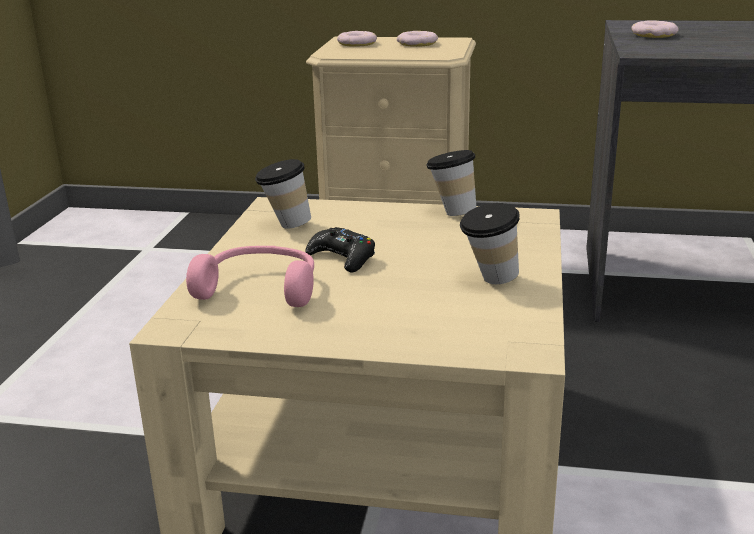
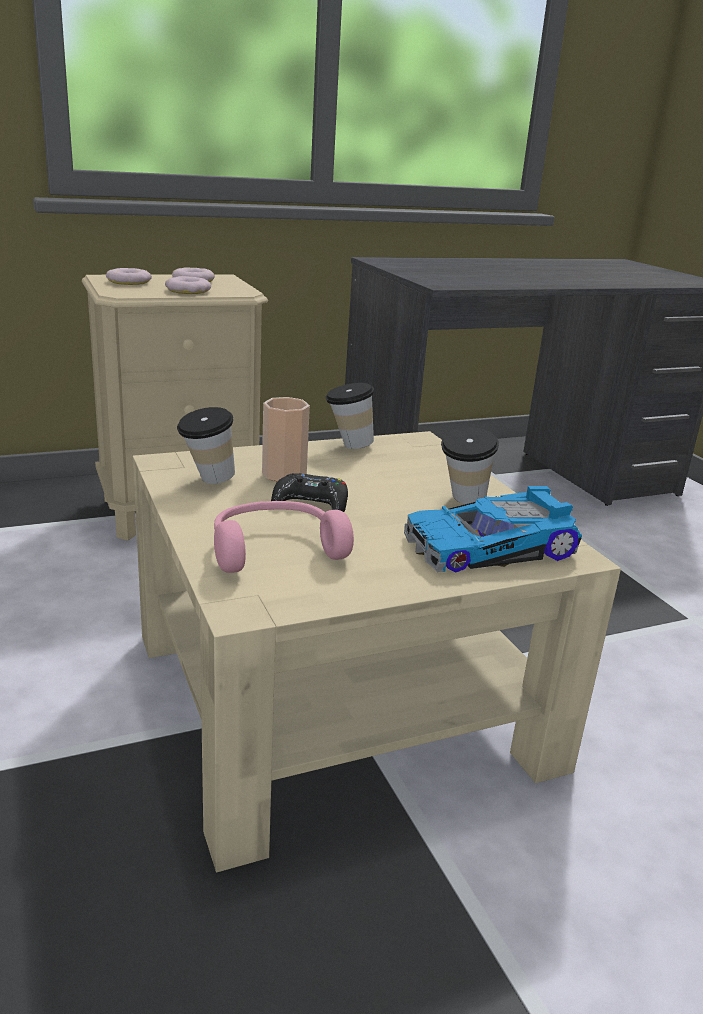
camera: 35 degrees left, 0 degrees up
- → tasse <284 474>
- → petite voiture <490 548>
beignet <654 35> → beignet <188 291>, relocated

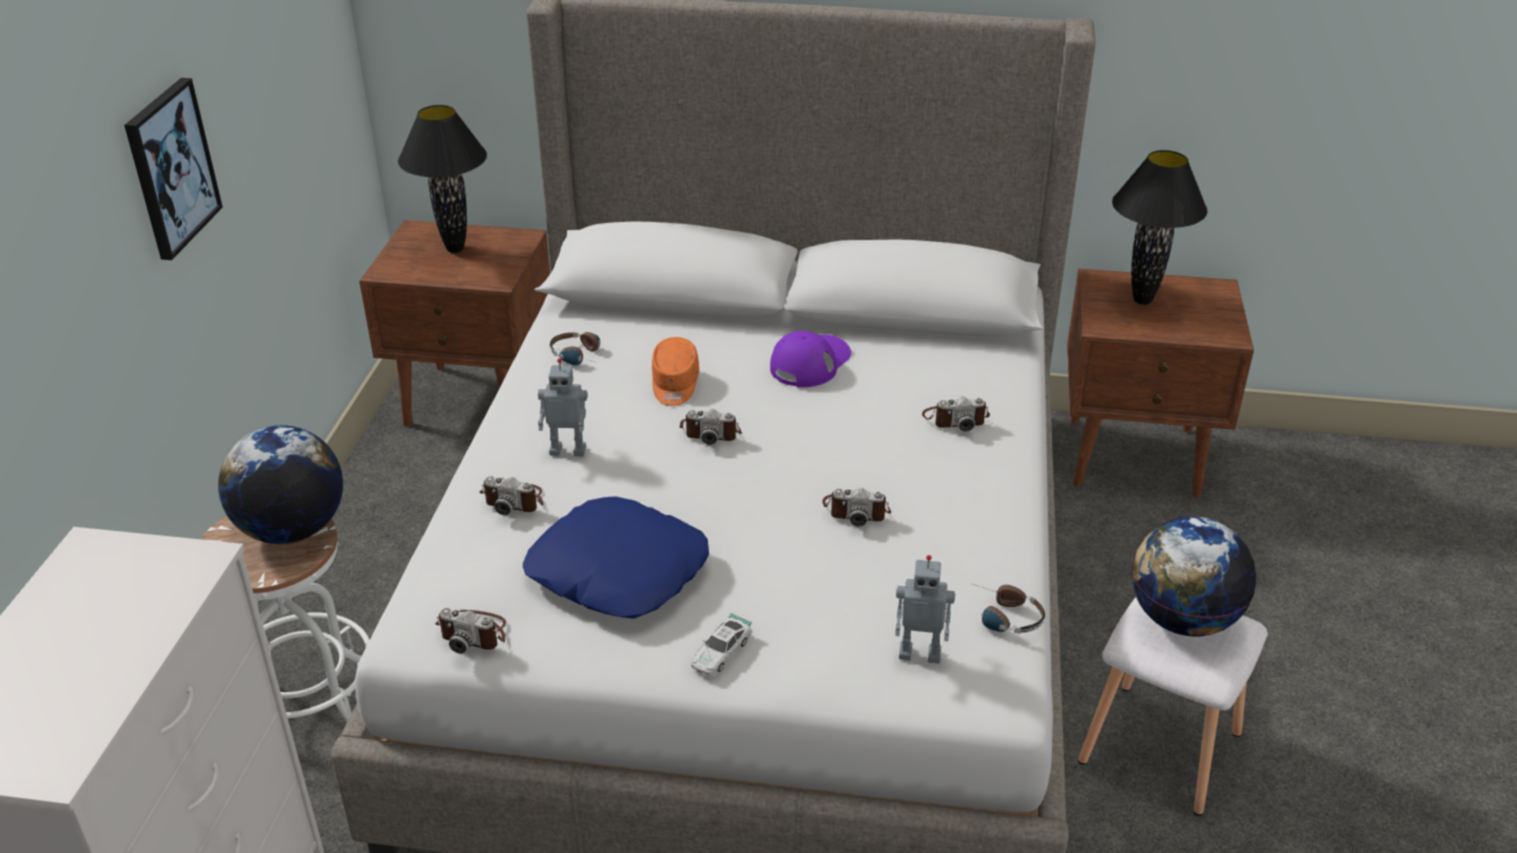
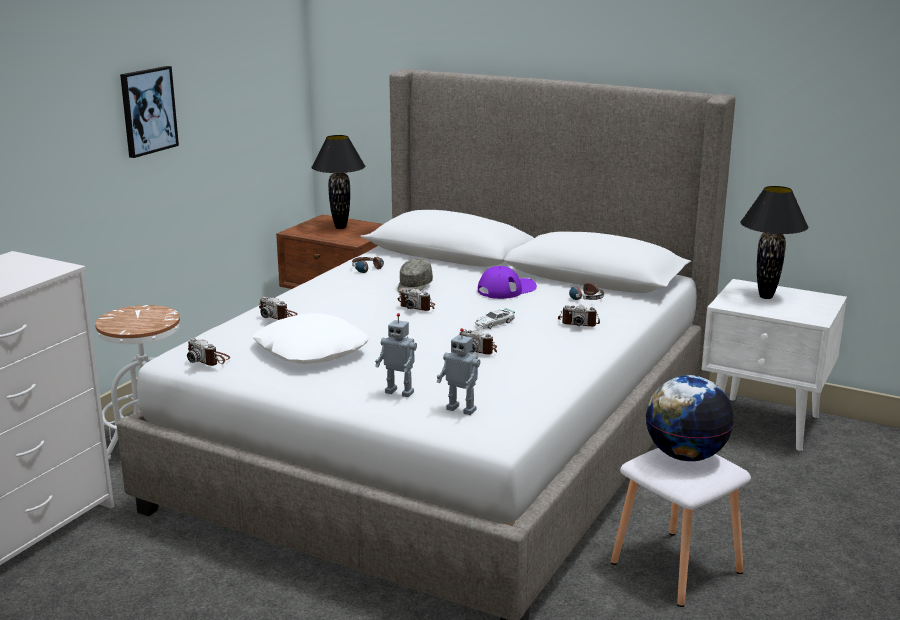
camera: 20 degrees right, 15 degrees down
globe <292 530> → -
robot jouet <568 450> → robot jouet <400 392>, relocated
petite voiture <721 652> → petite voiture <494 323>, relocated
casque audio <1001 616> → casque audio <583 297>, relocated
coussin [bleu] <617 572> → coussin [blanc] <310 350>
casquette [orange] <675 384> → casquette [gris] <413 286>
table de chevet [marron] <1136 458> → table de chevet [blanc] <765 423>

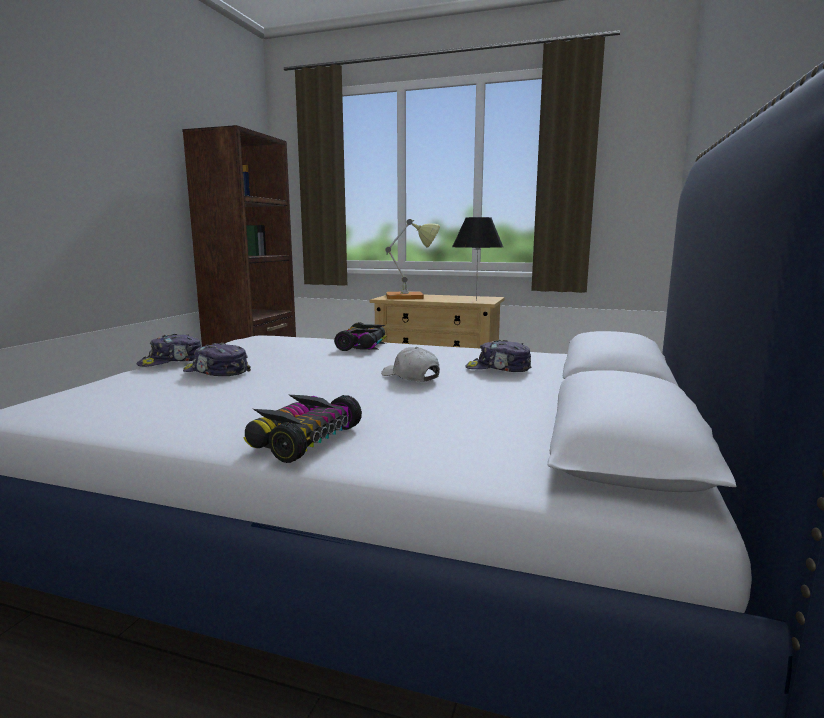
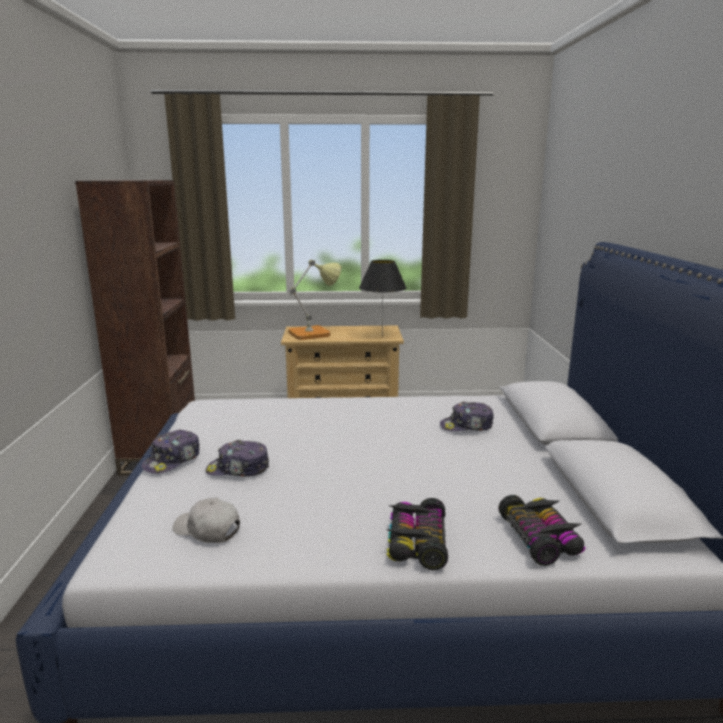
camera: 20 degrees left, 5 degrees up
petite voiture <363 345> → petite voiture <541 538>, relocated
casquette [blanc] <410 377> → casquette [blanc] <207 530>, relocated

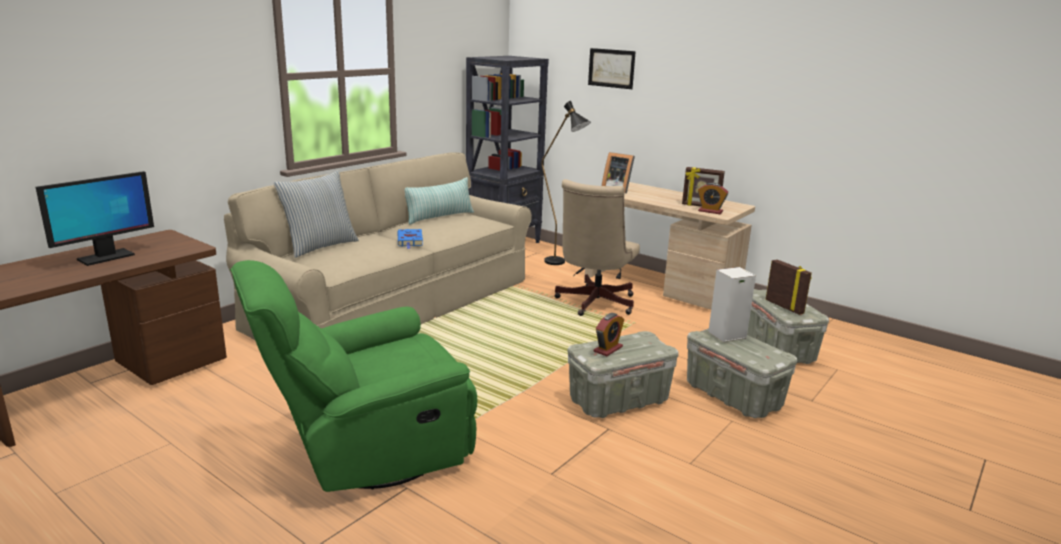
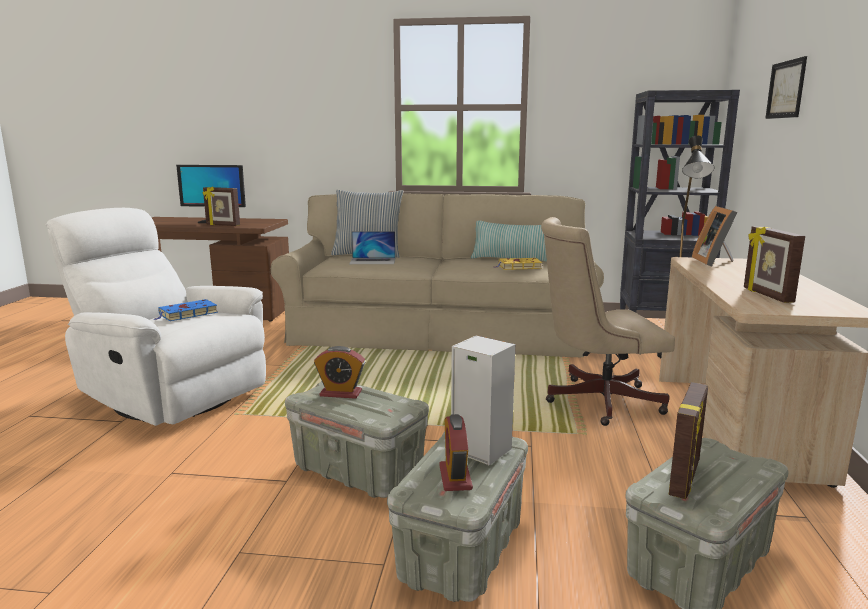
camera: 60 degrees right, 5 degrees down
- → cadre photo <222 225>
- → ordinateur portable <373 261>
- → livre [jaune] <518 267>
livre [bleu] <410 241> → livre [bleu] <187 314>, relocated
réveil <710 211> → réveil <455 477>, relocated
fauteuil [vert] <366 452> → fauteuil [blanc] <169 394>

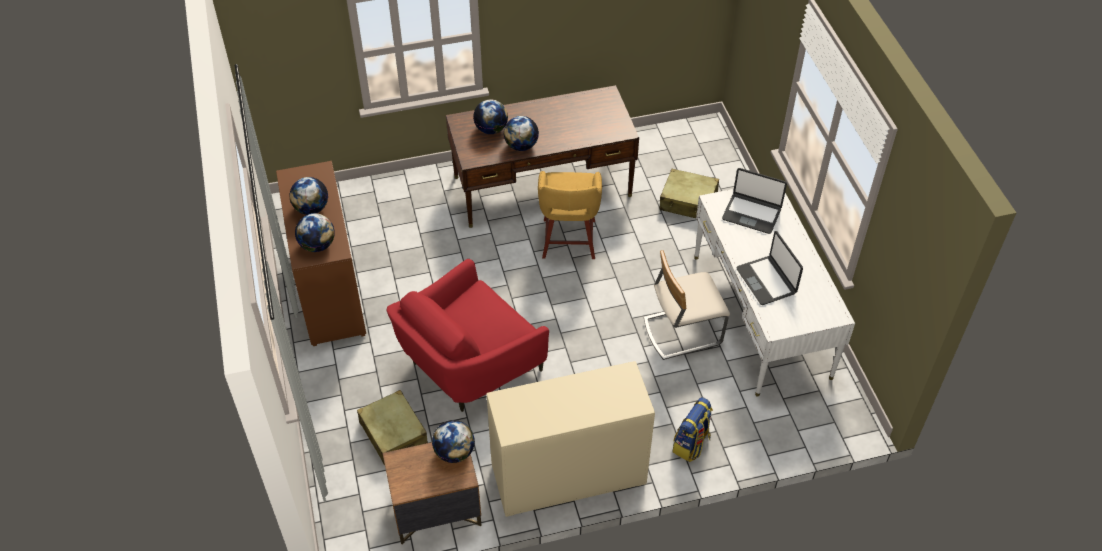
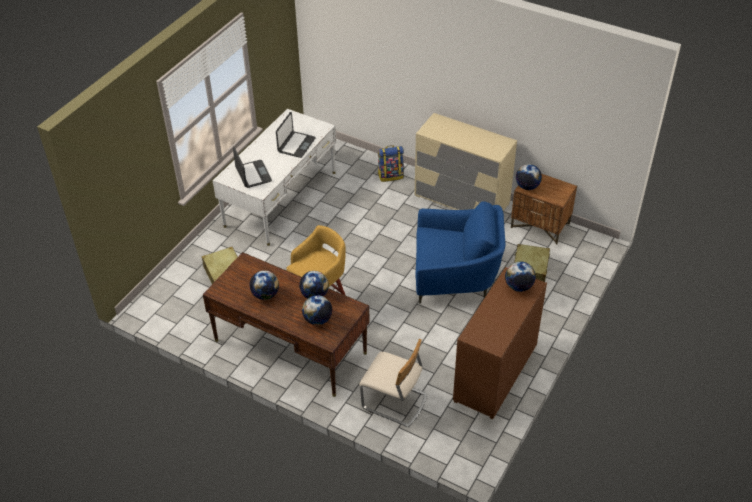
camera: 135 degrees left, 5 degrees down
globe <311 209> → globe <265 295>, relocated
chaise [beige] <682 331> → chaise [beige] <394 402>, relocated
fauteuil [rouge] <469 365> → fauteuil [bleu] <455 276>

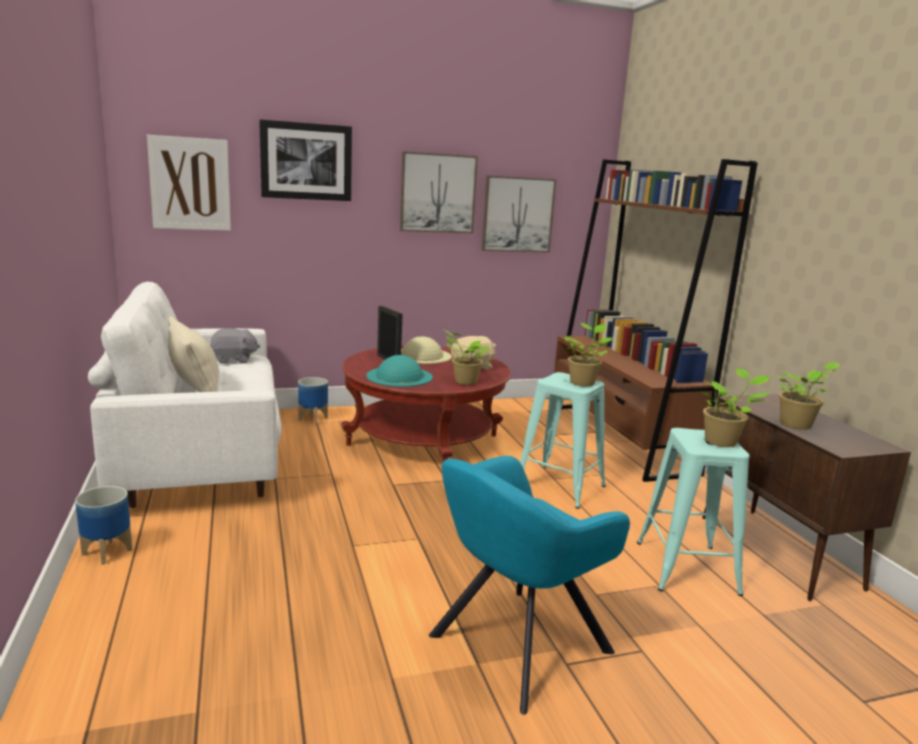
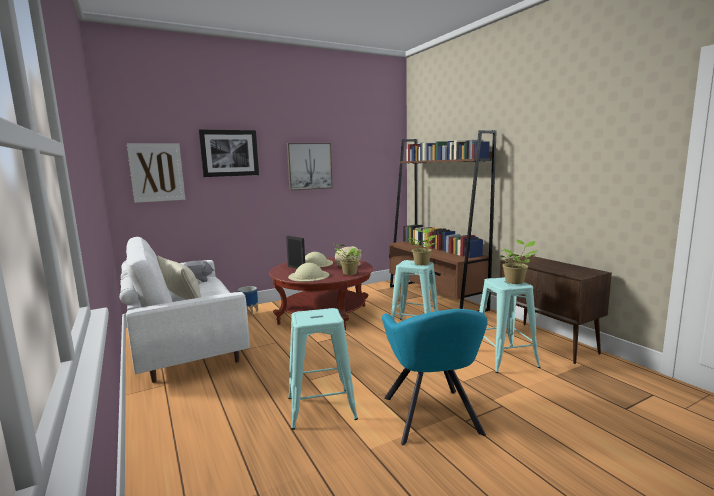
camera: 10 degrees left, 5 degrees down
cache-pot <107 552> → -
tableau <517 214> → -
plante en pot <797 425> → -
- → tabouret [turquoise] <321 408>
chapeau [turquoise] <399 376> → chapeau [beige] <308 276>
fauteuil [turquoise] <515 647> → fauteuil [turquoise] <432 417>, 45 degrees counterclockwise

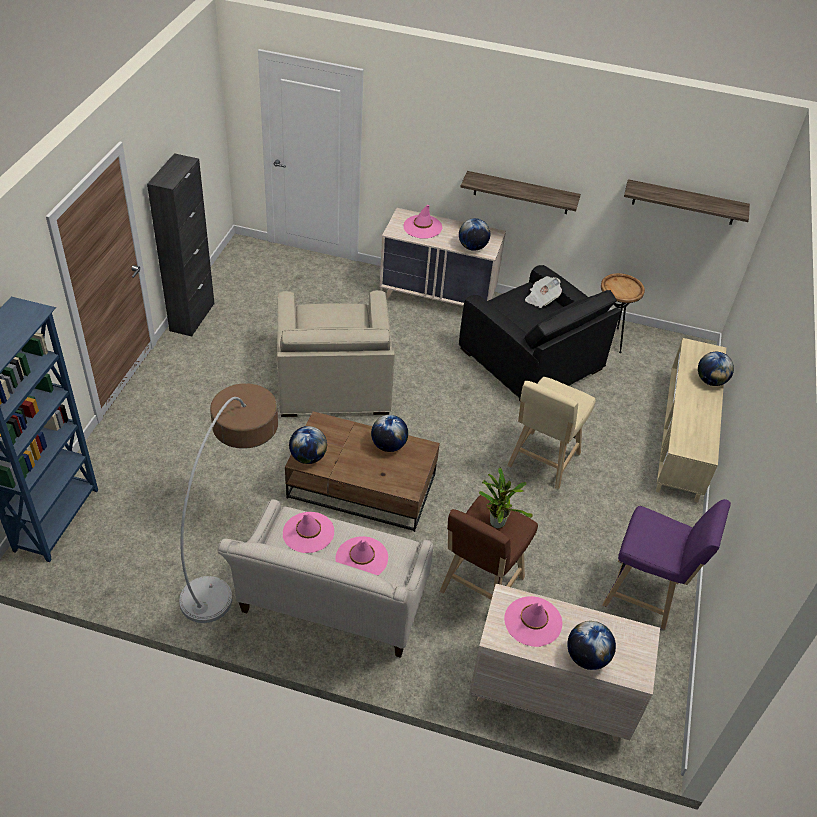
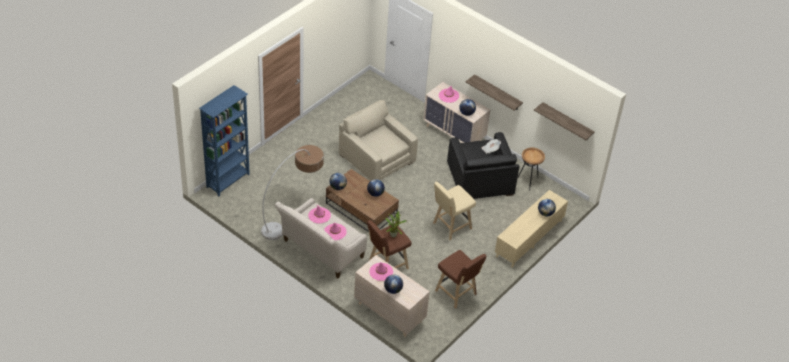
camera: 25 degrees right, 0 degrees up
meuble de rangement [noir] <192 317> → -
tabouret [violet] <646 595> → tabouret [marron] <457 294>
fauteuil [beige] <333 377> → fauteuil [beige] <376 158>, 120 degrees clockwise

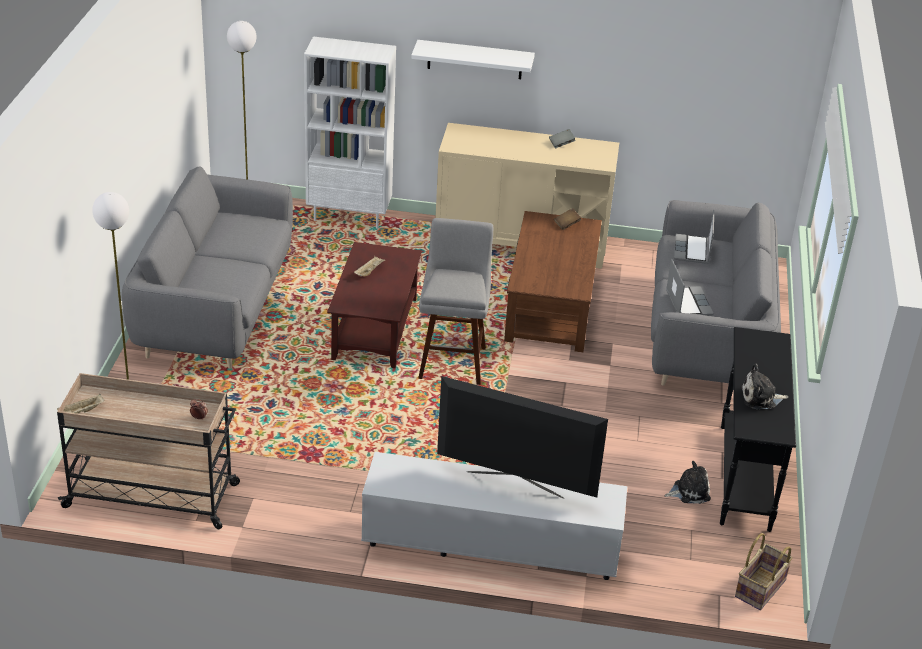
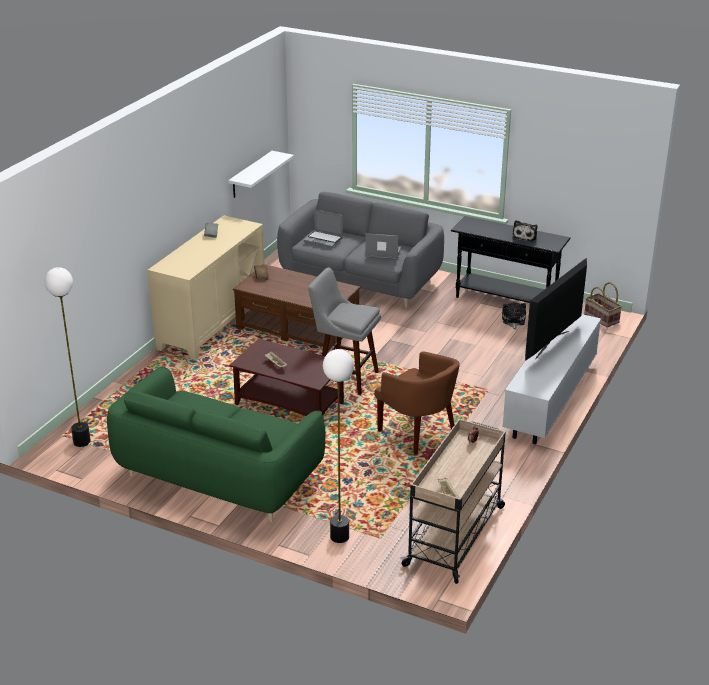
camera: 70 degrees left, 5 degrees down
bibliothèque [blanc] <349 216> → -
- → fauteuil [marron] <418 433>
étagère [blanc] <475 59> → étagère [blanc] <251 175>, relocated
canapé [gris] <214 308> → canapé [vert] <218 477>

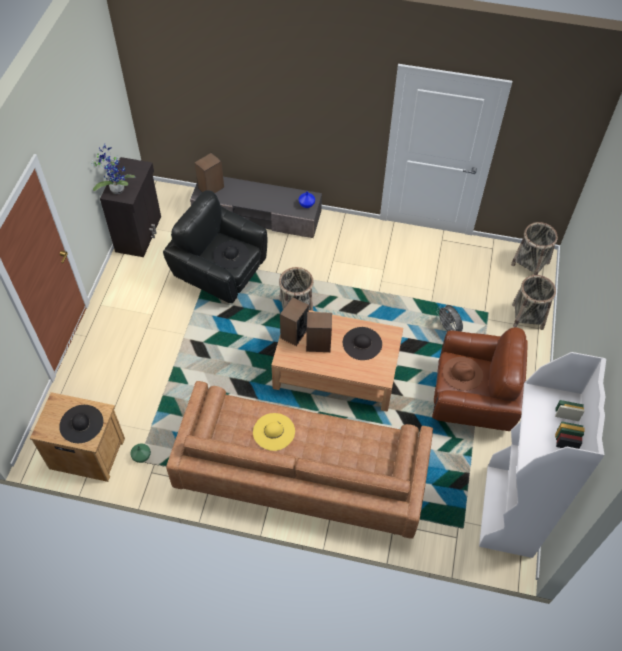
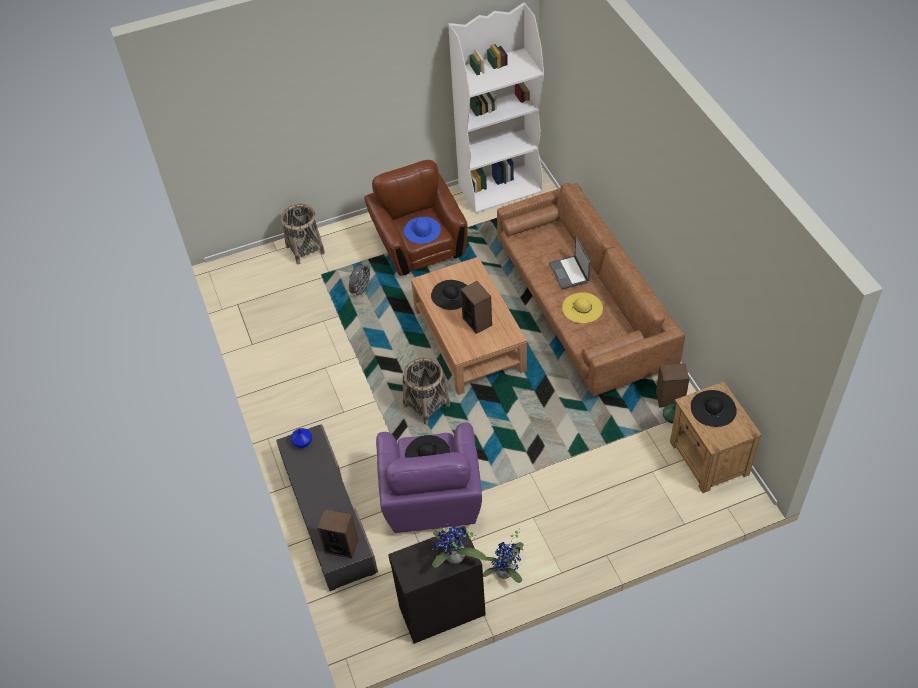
camera: 120 degrees left, 5 degrees down
panier <530 263> → -
- → plante en pot <506 573>
- → ordinateur portable <569 273>
enceinte <294 333> → enceinte <670 399>, relocated
fauteuil [noir] <220 271> → fauteuil [violet] <431 496>
chapeau [marron] <462 373> → chapeau [bleu] <422 230>

